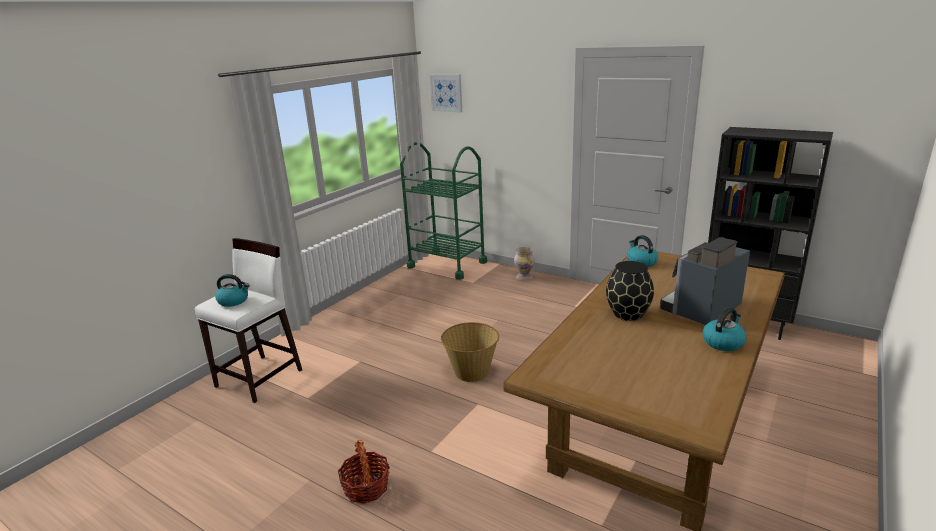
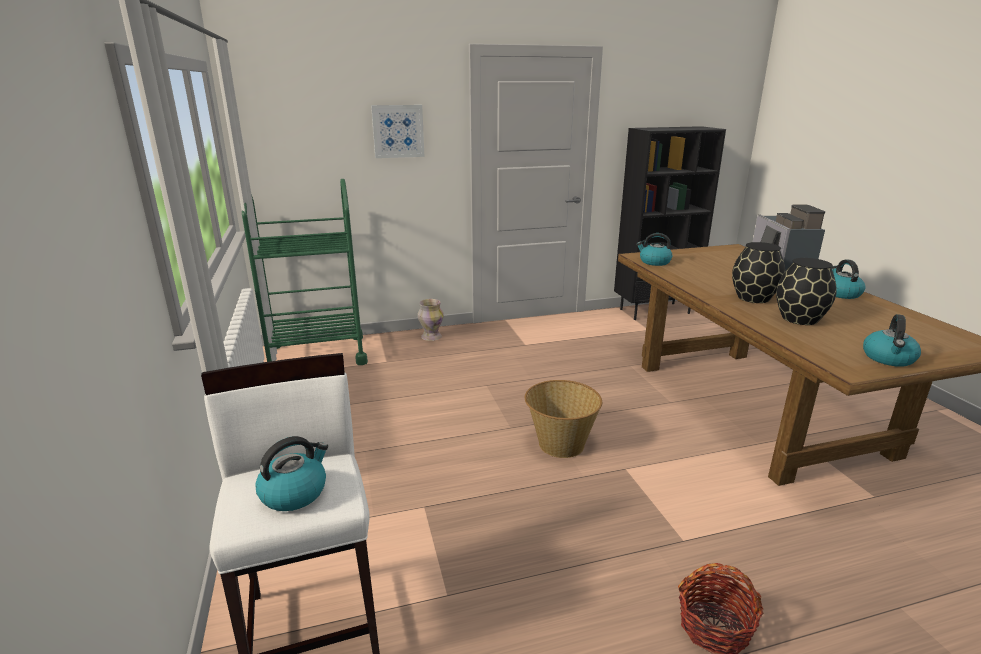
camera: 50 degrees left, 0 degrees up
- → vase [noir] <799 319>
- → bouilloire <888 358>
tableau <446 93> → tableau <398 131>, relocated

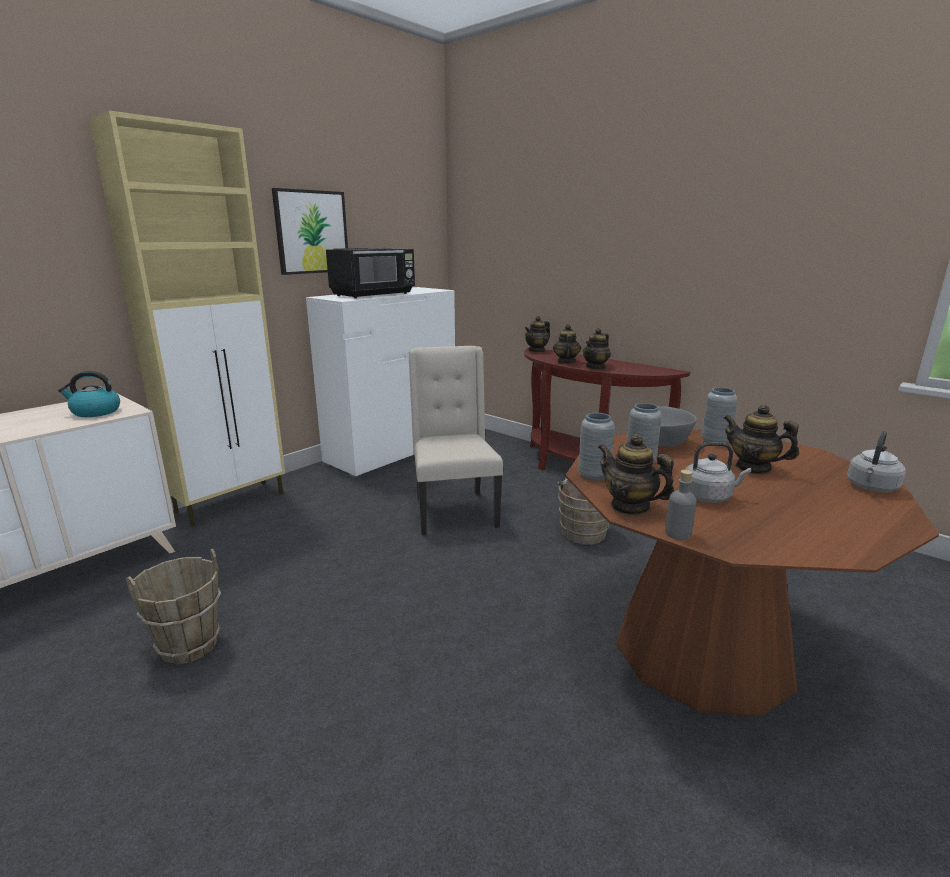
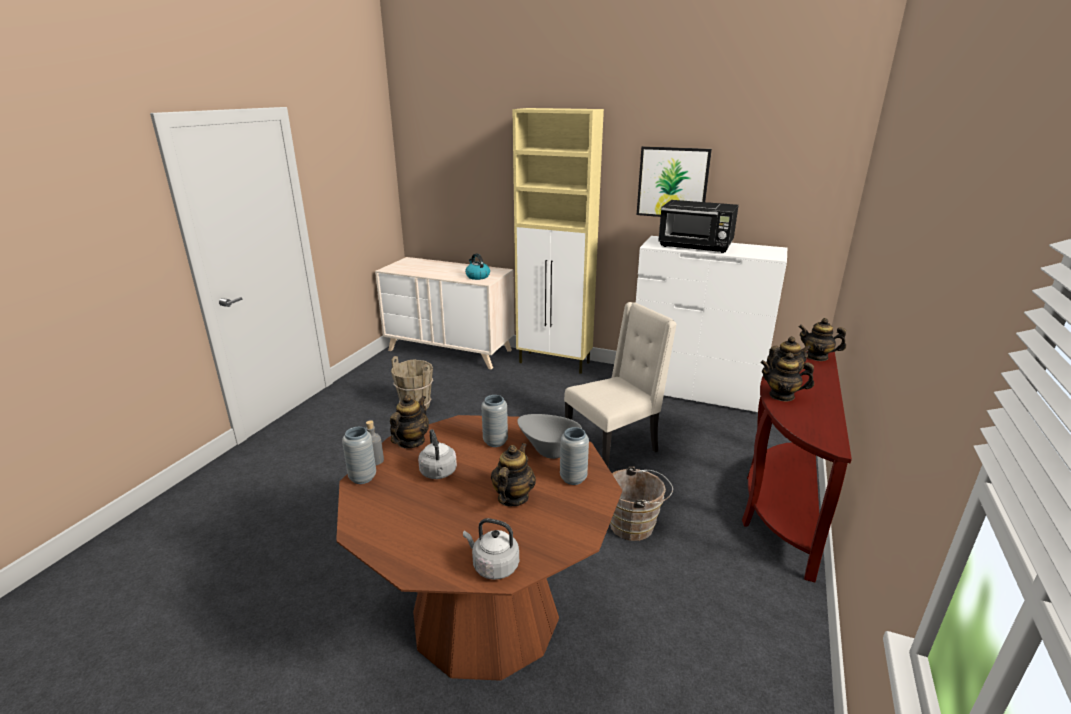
camera: 70 degrees right, 5 degrees up
vase [gris] <593 475> → vase [gris] <362 478>, relocated

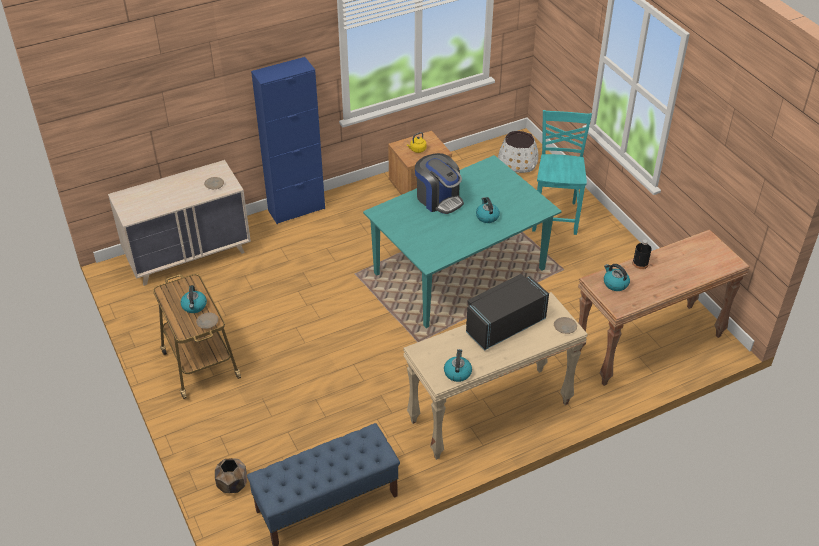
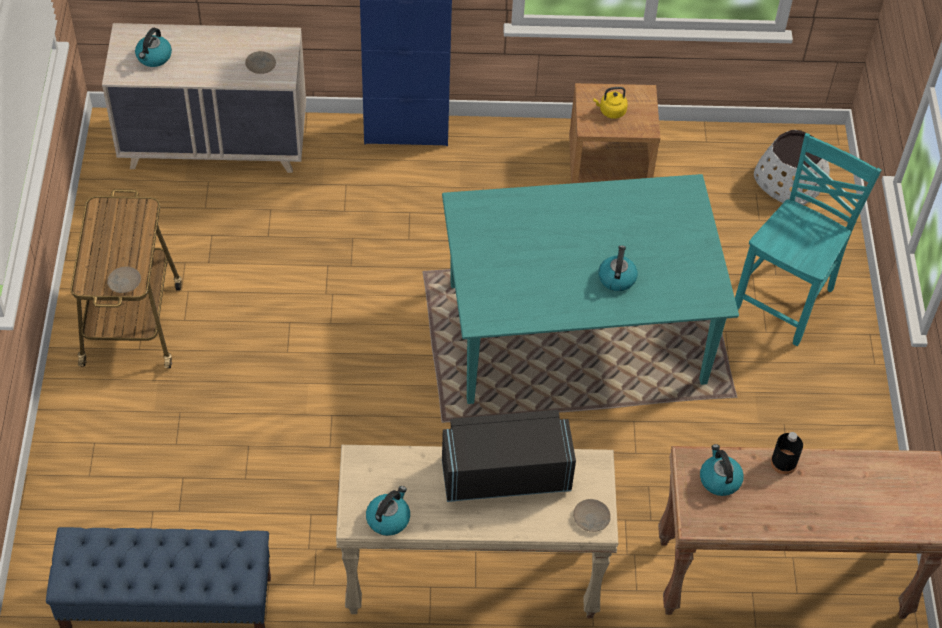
camera: 25 degrees right, 10 degrees up
cache-pot [marron] <232 484> → -
machine à café <438 199> → -
bouilloire <194 306> → bouilloire <154 57>, relocated

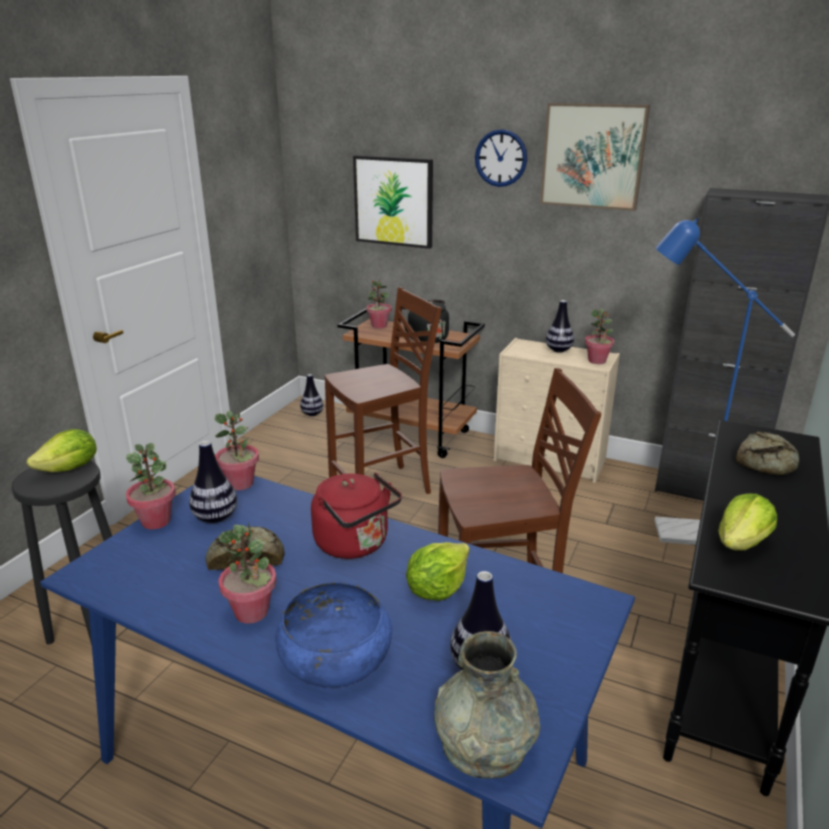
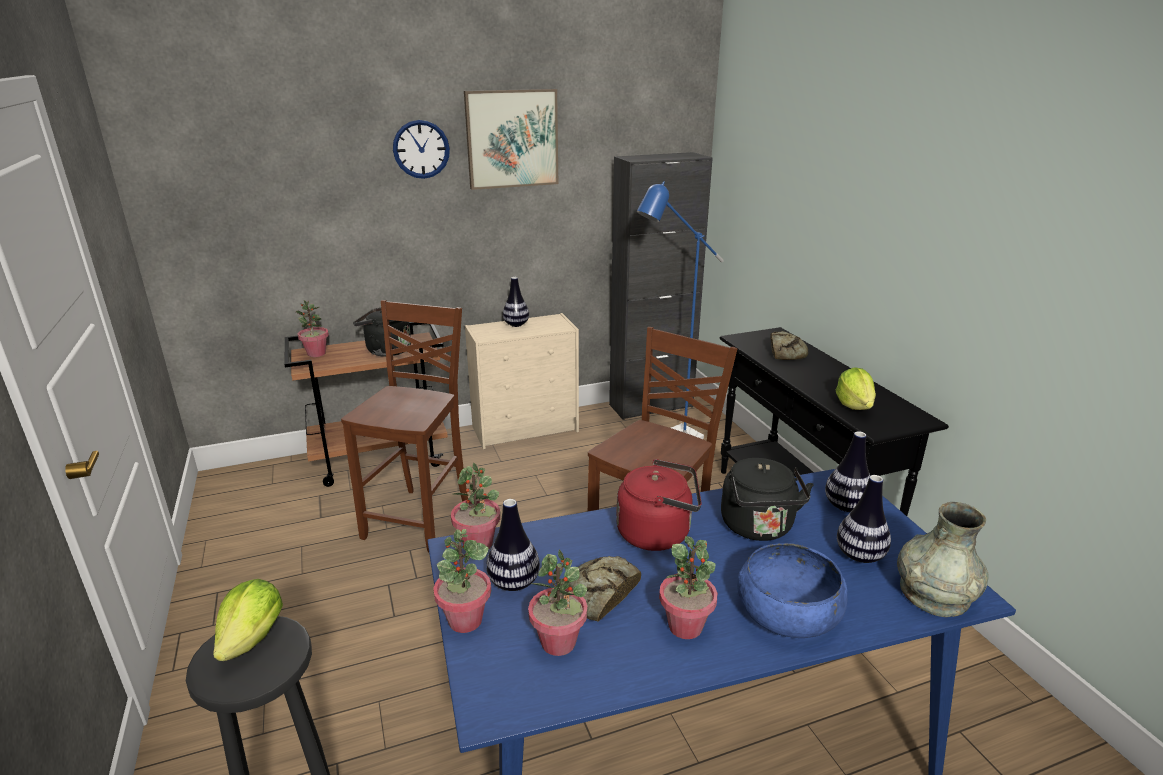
camera: 45 degrees left, 0 degrees up
tableau <394 201> → -
vase <312 414> → vase <845 506>, relocated
plante en pot <597 361> → plante en pot <559 642>, relocated
laitue <437 589> → bouilloire [noir] <759 528>

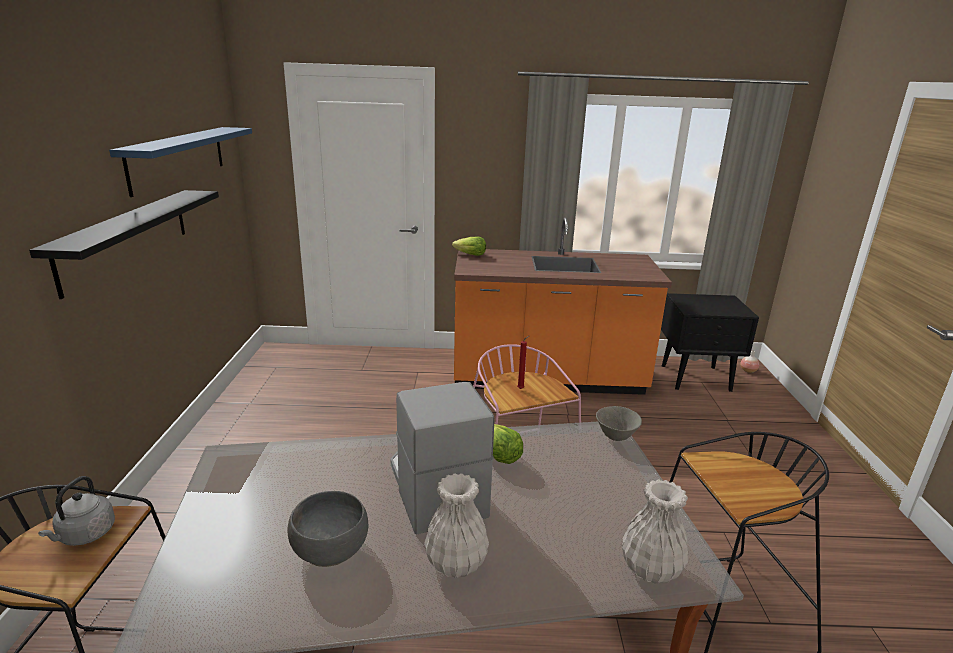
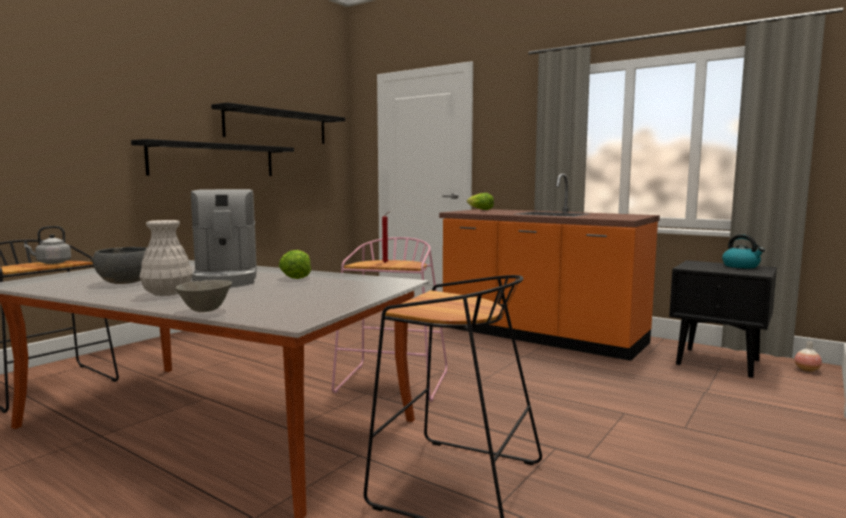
camera: 35 degrees right, 15 degrees down
vase [blanc] <651 568> → -
- → bouilloire <741 266>
bol [gris] <616 437> → bol [gris] <205 311>, relocated
étagère [bleu] <178 158> → étagère [noir] <277 126>
machine à café <435 489> → machine à café <227 278>, 150 degrees clockwise

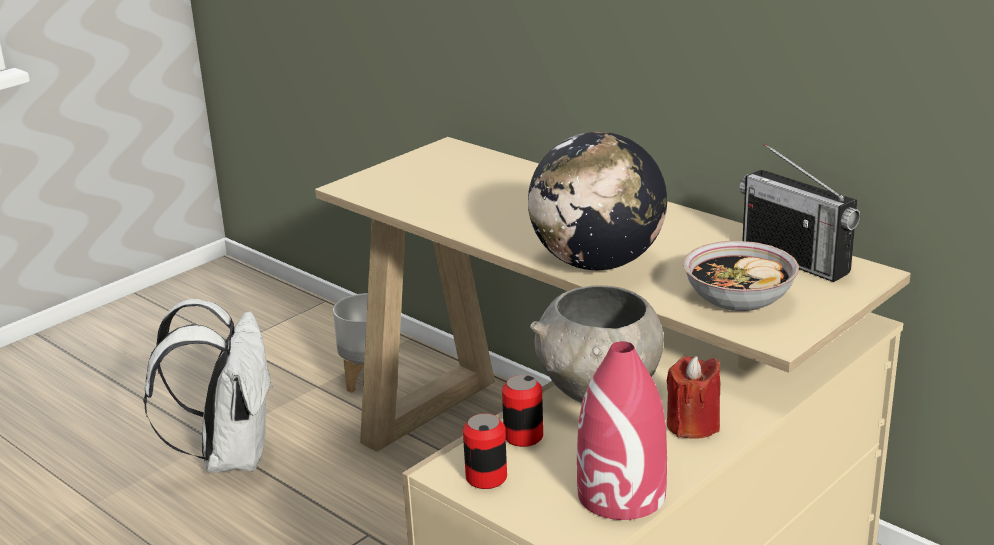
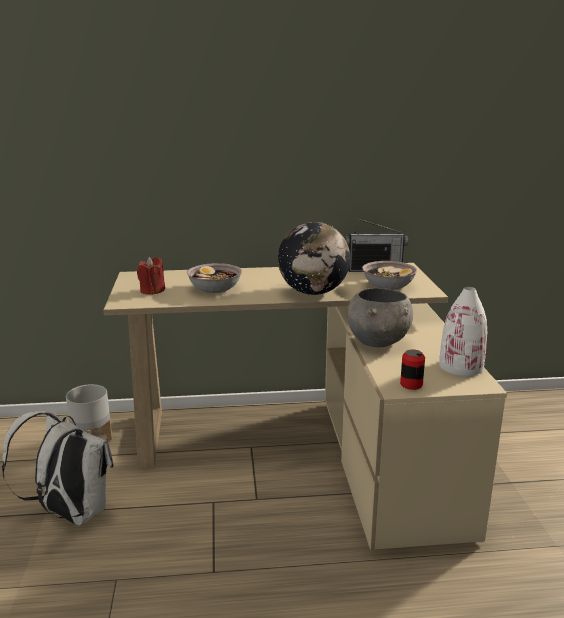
camera: 50 degrees left, 5 degrees down
boîte métallique <523 436> → -
- → bol <215 289>
bougie [rouge] <693 425> → bougie [rouge] <152 291>, relocated
vase [rouge] <622 495> → vase [blanc] <461 366>

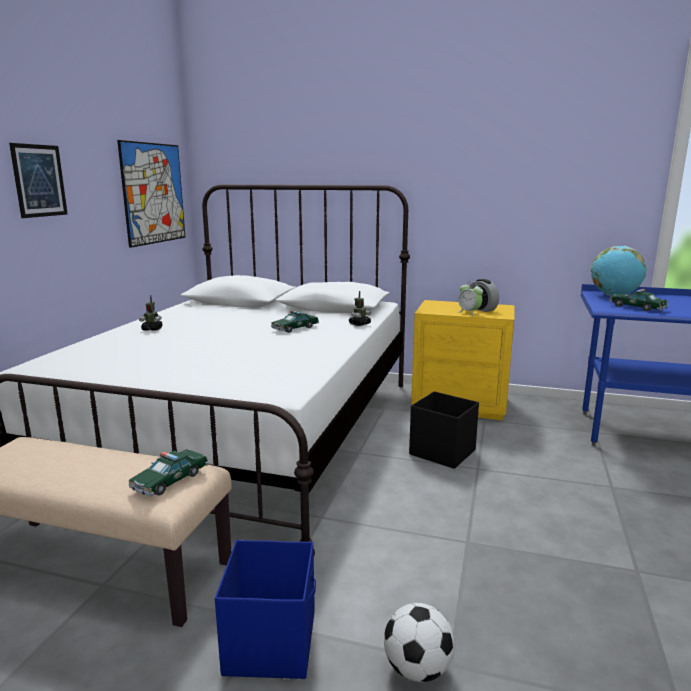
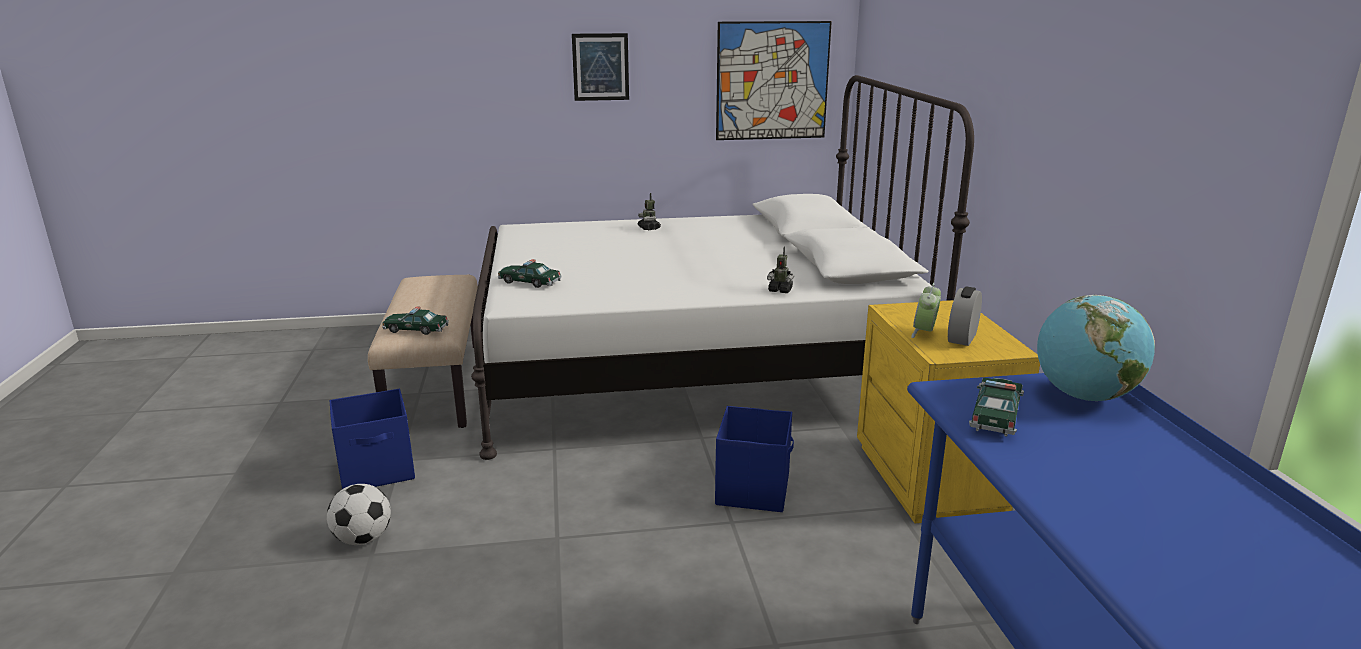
camera: 65 degrees right, 5 degrees up
petite voiture <295 328> → petite voiture <529 282>, relocated
boîte de rangement [noir] <441 452> → boîte de rangement [bleu] <753 489>

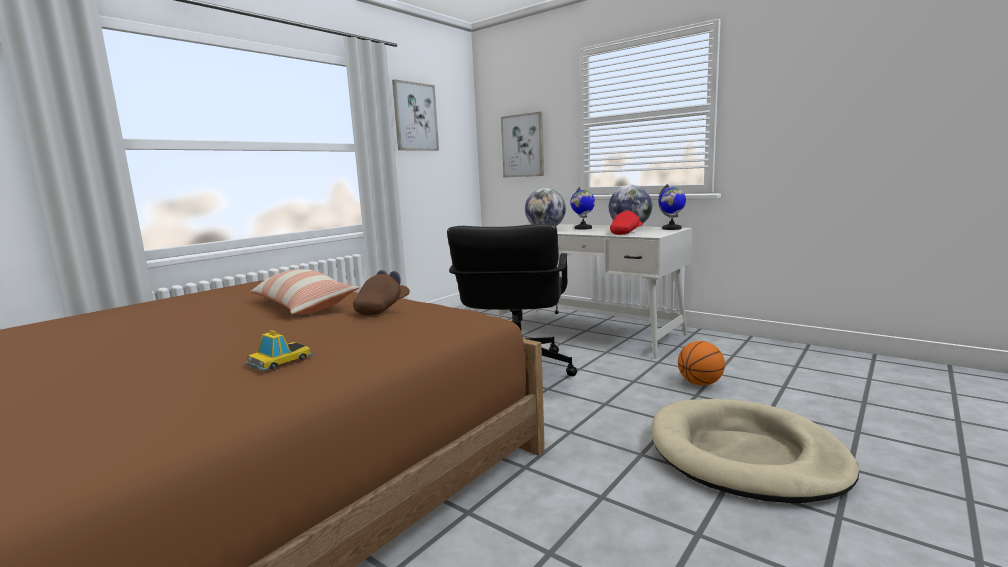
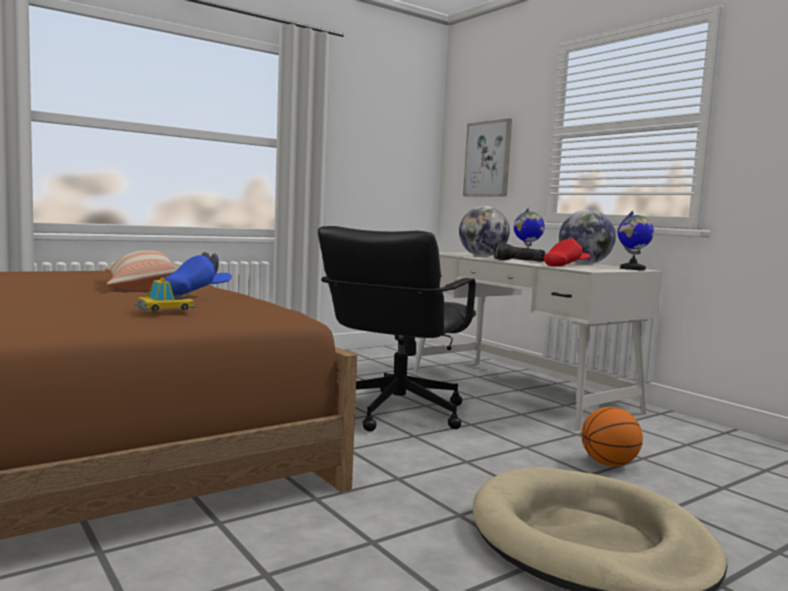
camera: 15 degrees right, 5 degrees down
tableau <415 117> → -
- → lampe de poche <518 261>
petite voiture <280 361> → petite voiture <165 308>, relocated
casquette [marron] <383 308> → casquette [bleu] <197 293>

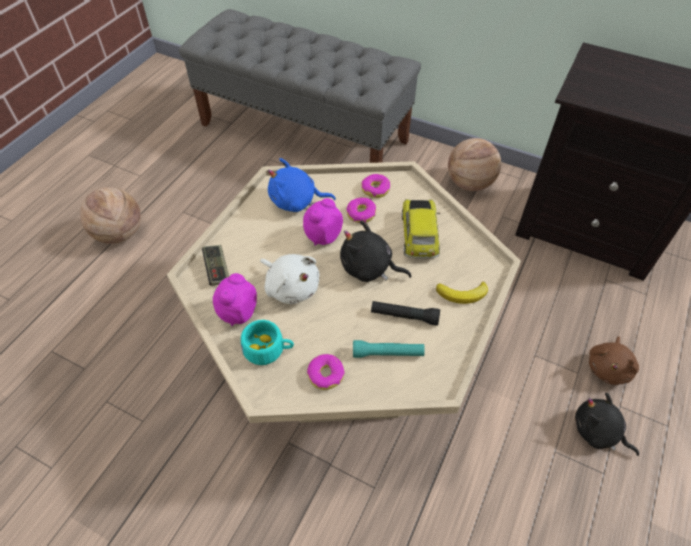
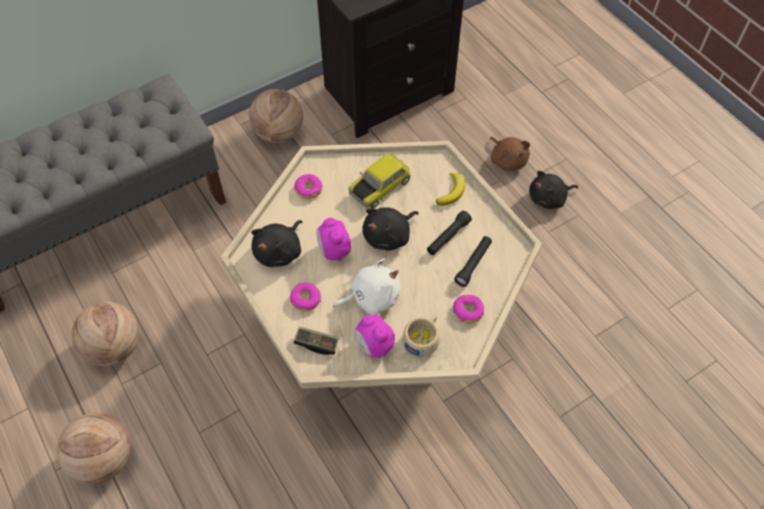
camera: 60 degrees left, 5 degrees up
- → ballon de basket <115 347>
beignet <361 214> → beignet <305 300>, relocated
tasse [turquoise] <268 349> → tasse [beige] <423 339>
peluche [bleu] <296 202> → peluche [noir] <280 251>
lampe de poche [turquoise] <387 353> → lampe de poche [noir] <473 264>
petite voiture <420 235> → petite voiture <379 186>, 75 degrees counterclockwise

